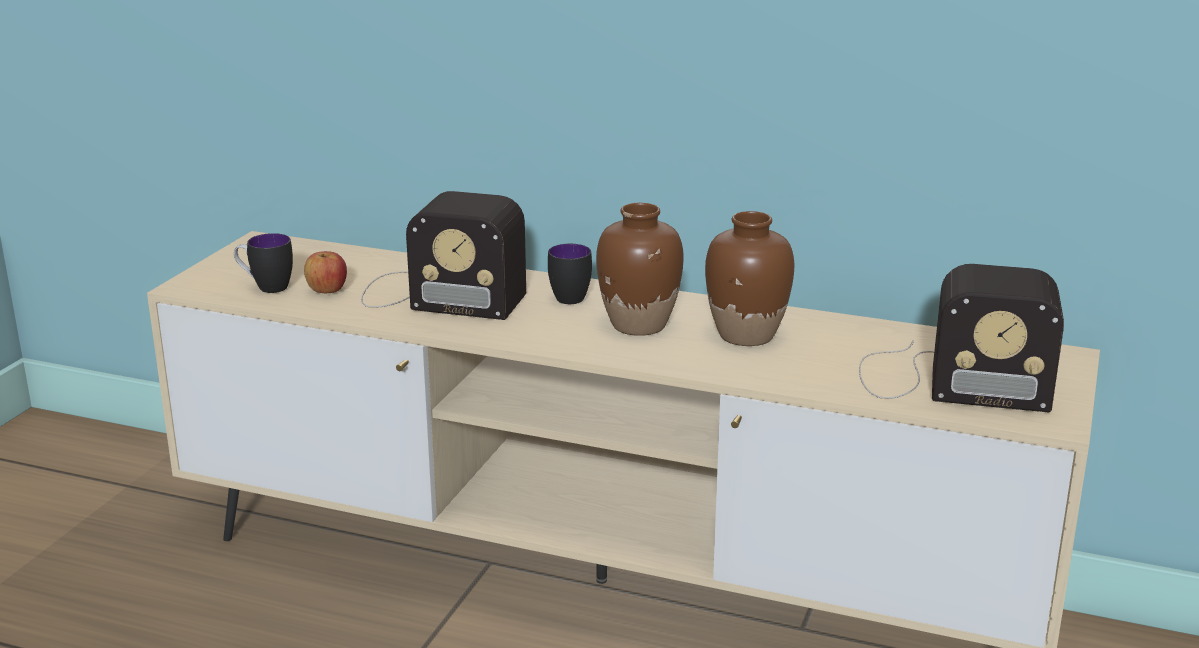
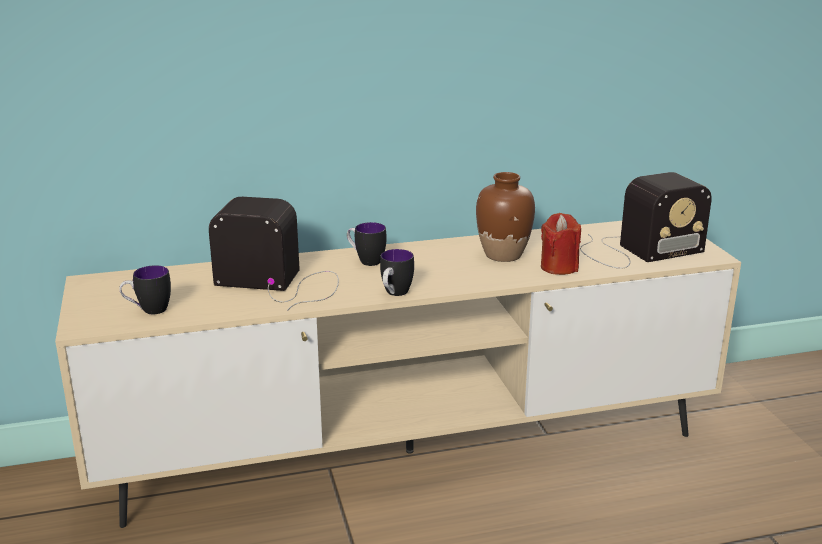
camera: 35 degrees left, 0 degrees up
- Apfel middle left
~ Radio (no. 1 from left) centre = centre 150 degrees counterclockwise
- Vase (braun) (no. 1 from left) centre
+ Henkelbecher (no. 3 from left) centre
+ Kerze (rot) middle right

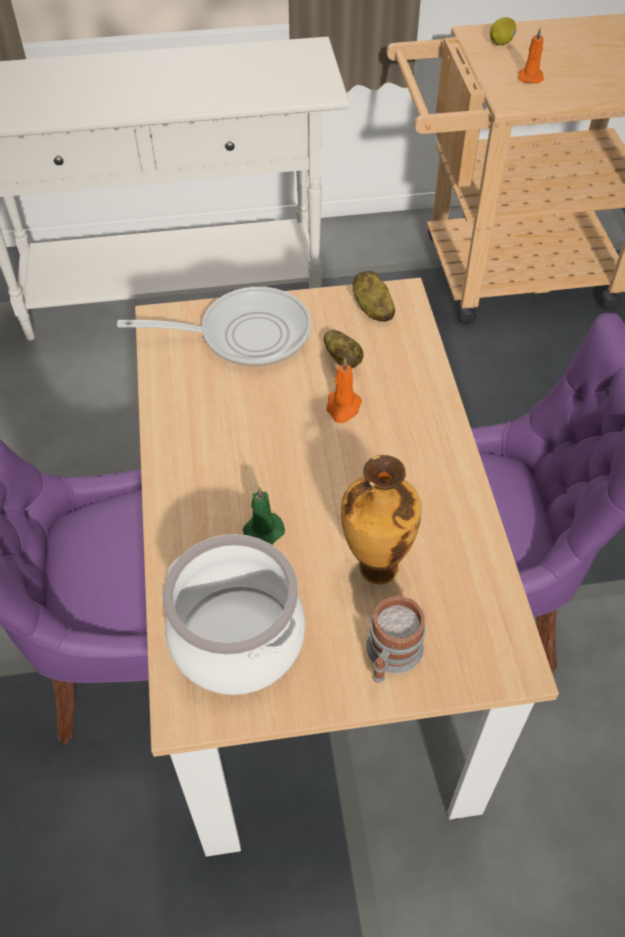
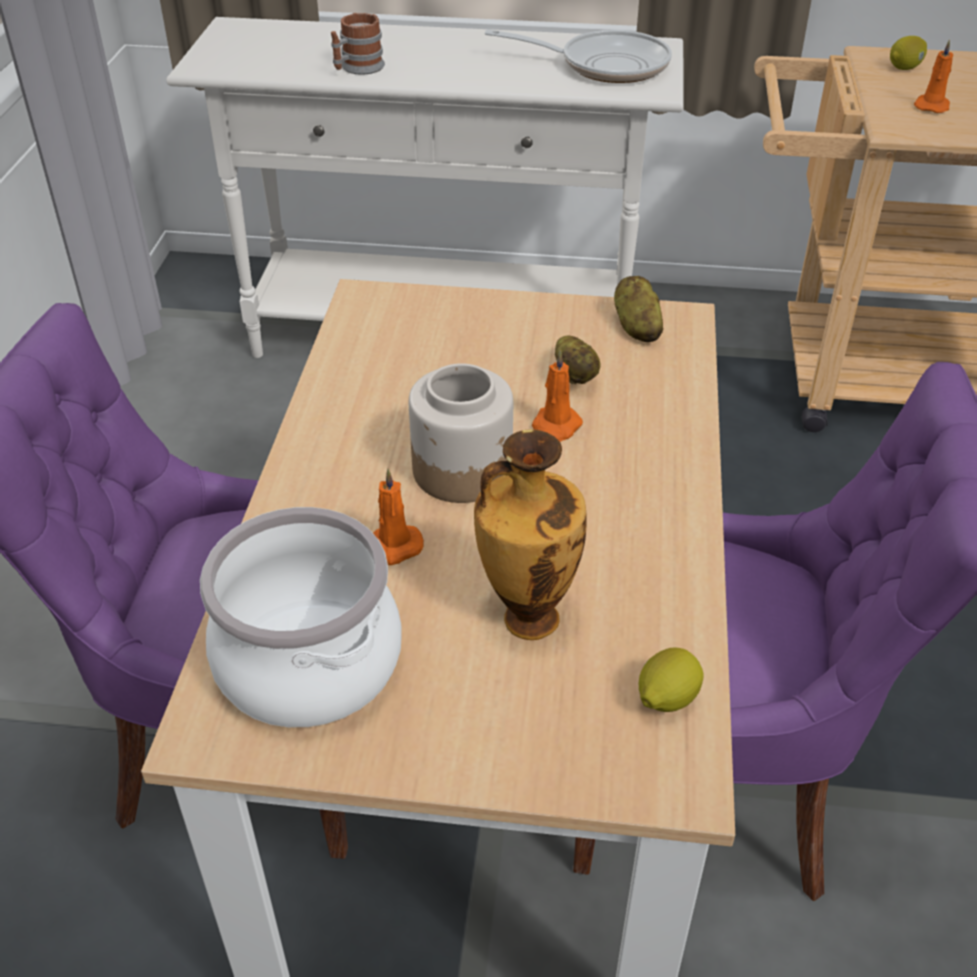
camera: 15 degrees right, 10 degrees down
~ Pfanne centre to top centre
~ Kerze (grün) centre to Kerze (orange) (no. 1 from left) centre
~ Henkelbecher bottom centre to top centre
+ Vorratsglas centre
+ Zitrone (no. 1 from left) bottom right

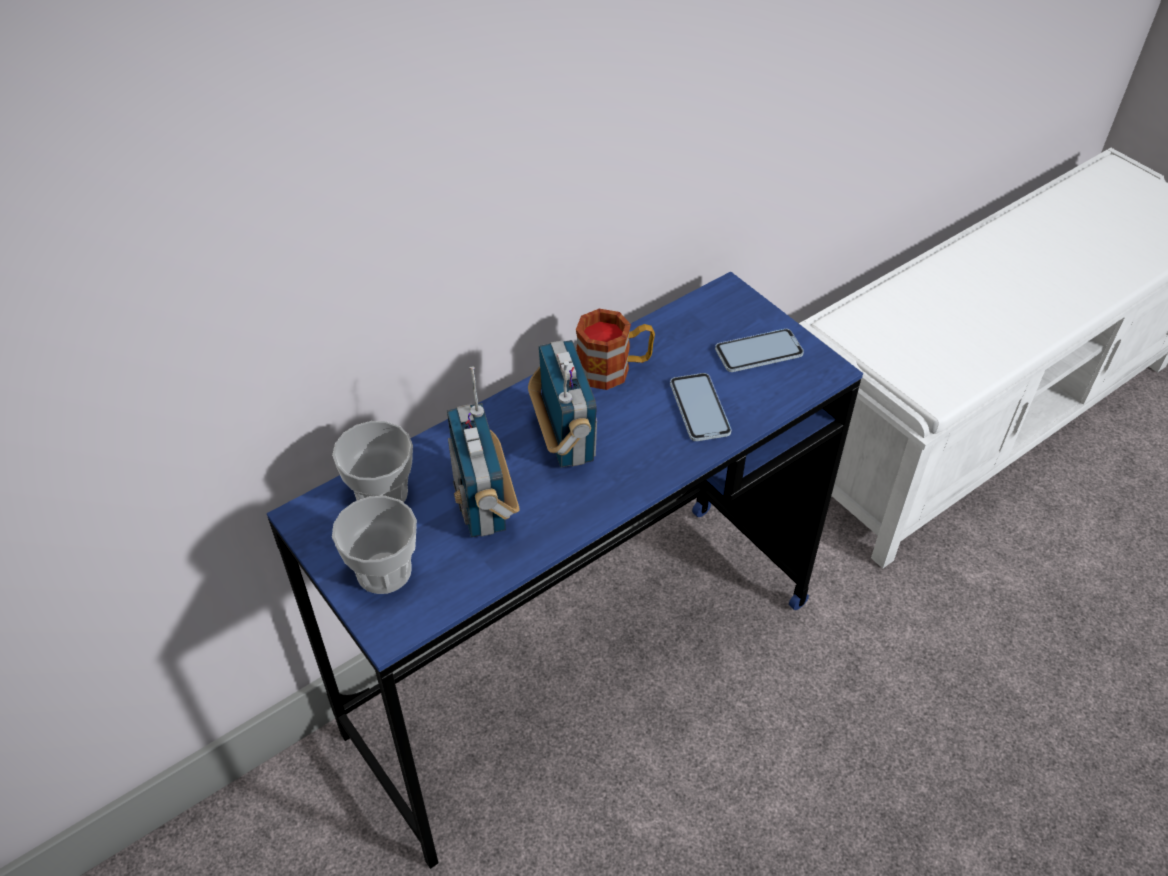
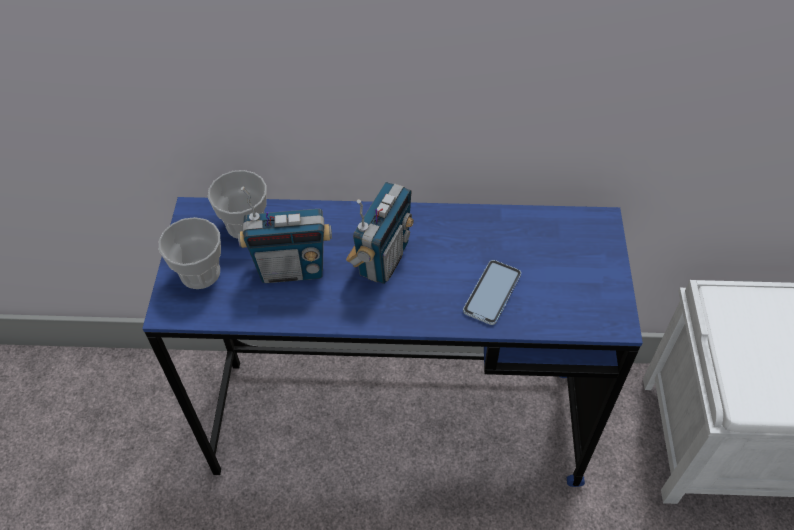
camera: 40 degrees right, 5 degrees up
~ Radio (no. 1 from left) centre = centre 120 degrees counterclockwise
- Henkelbecher centre
- Handy (no. 2 from left) centre

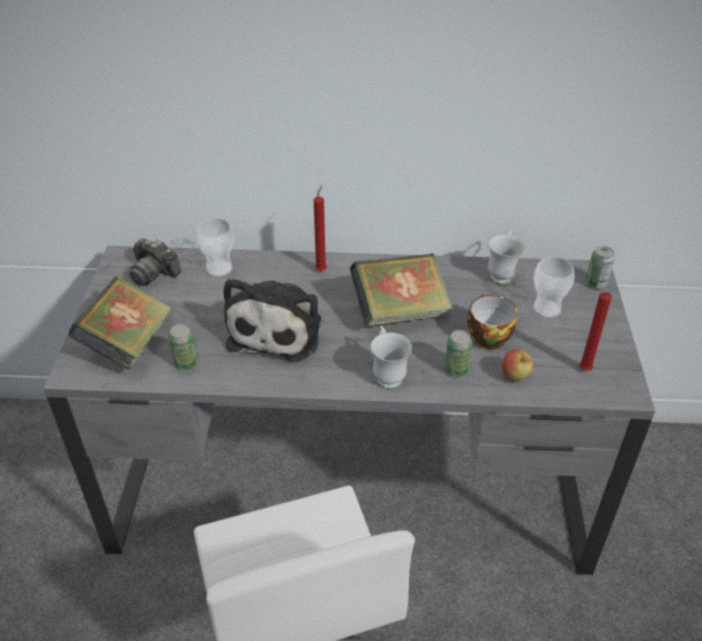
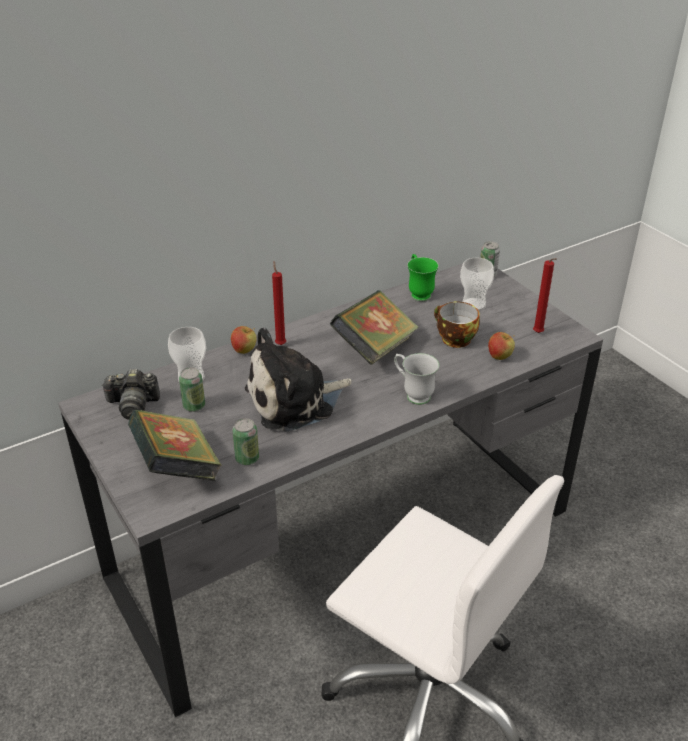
camera: 35 degrees left, 5 degrees down
~ Plüschtier centre = centre 90 degrees clockwise
~ Dose (no. 2 from left in the first image) centre to Dose (no. 1 from left) middle left
~ Henkelbecher (weiß) (no. 2 from left) middle right to Henkelbecher (grün) centre
+ Apfel (no. 1 from left) centre

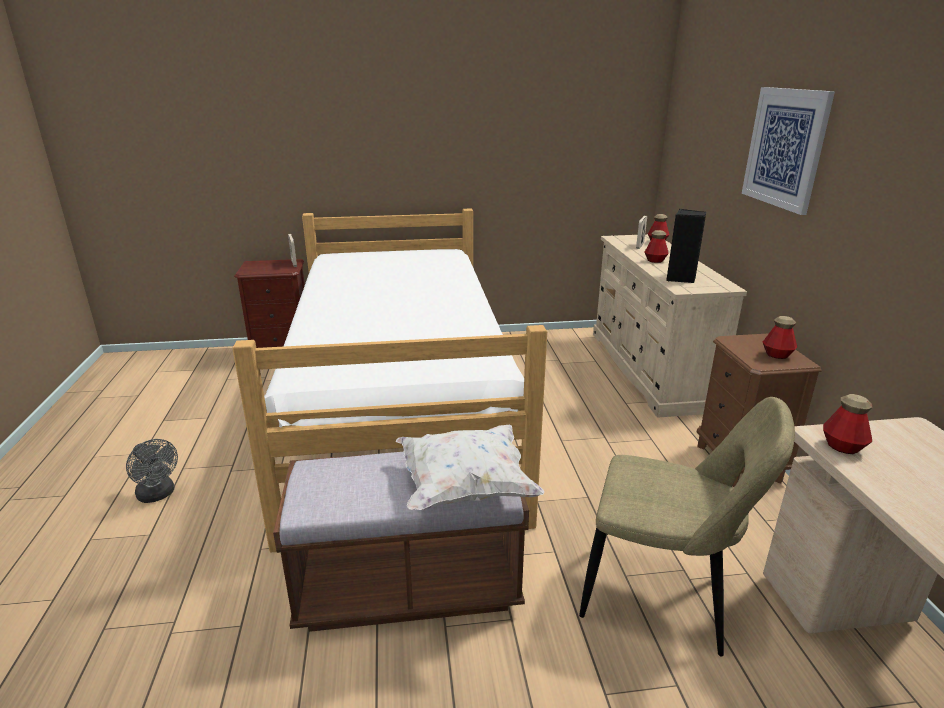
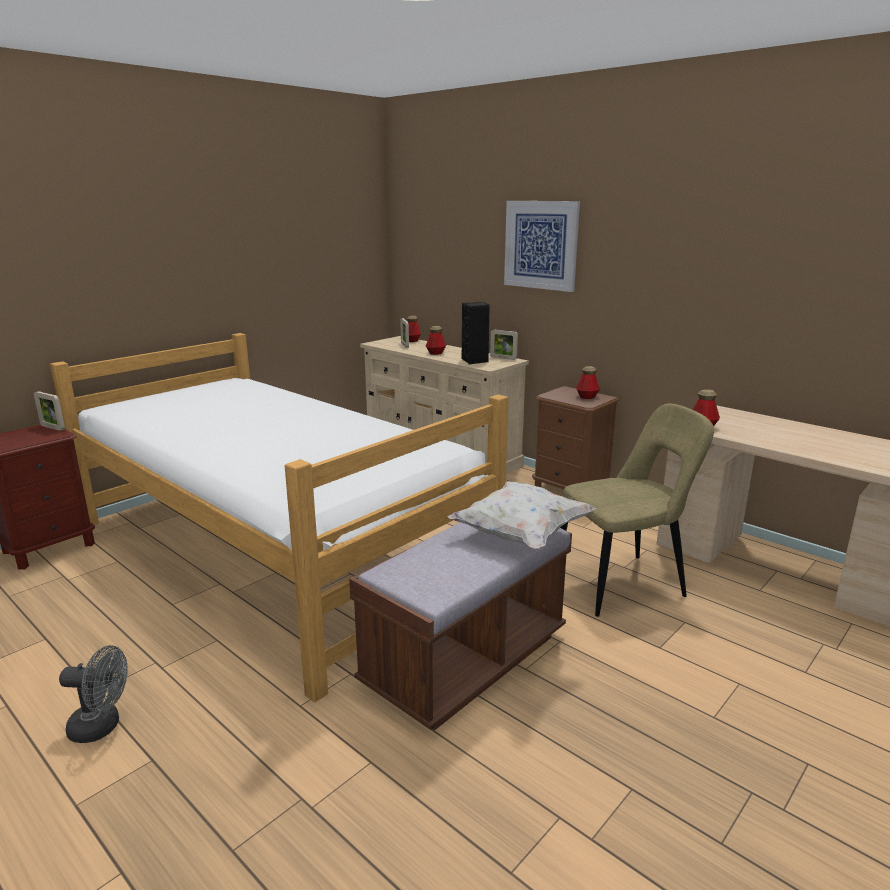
camera: 40 degrees left, 5 degrees down
+ Bilderrahmen (no. 3 from left) centre

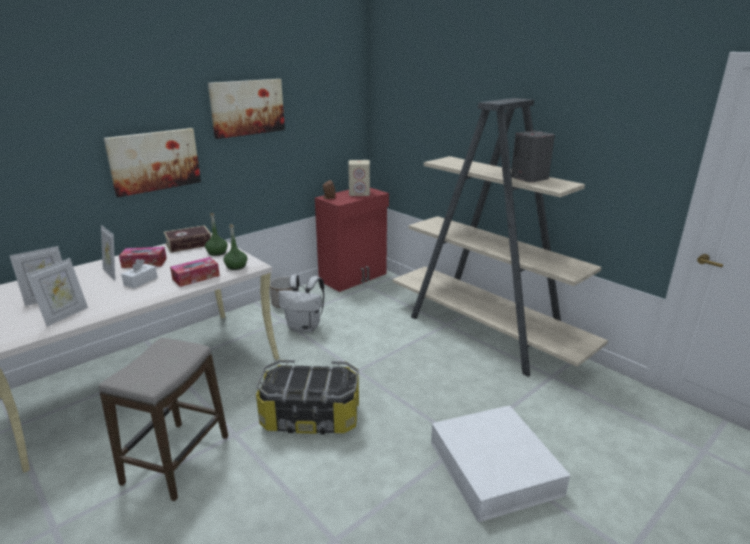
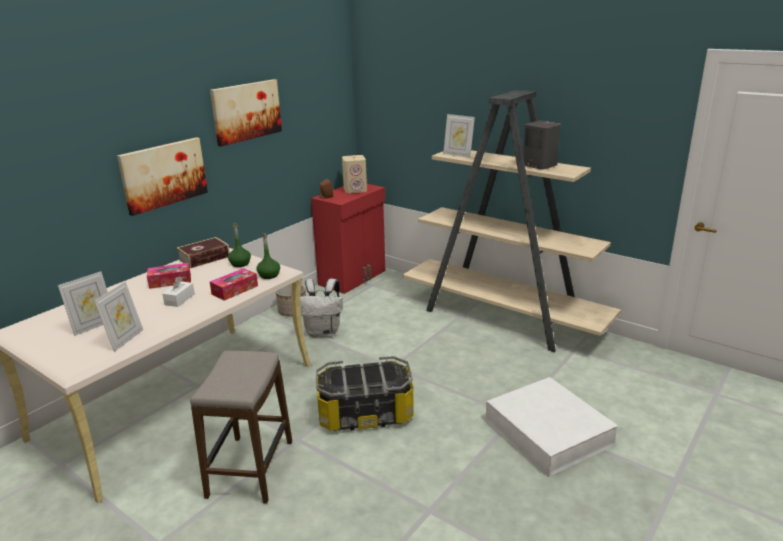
camera: 10 degrees left, 0 degrees up
~ Bilderrahmen (no. 3 from left) middle left to top centre

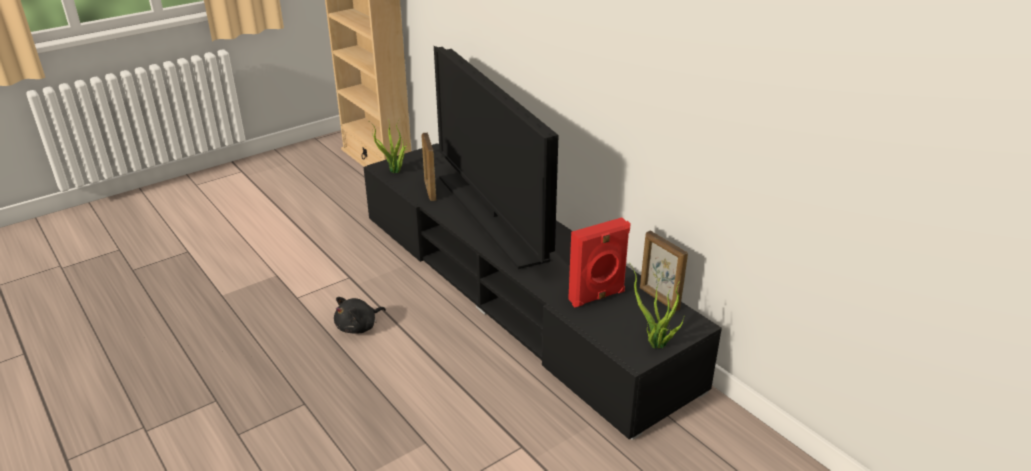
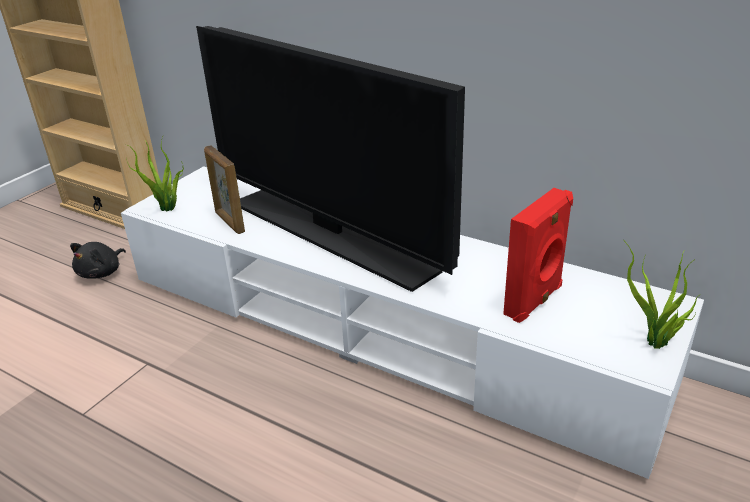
camera: 20 degrees left, 0 degrees up
~ Plüschtier (schwarz) bottom centre to middle left
~ Fernsehschrank (schwarz) centre to Fernsehschrank (weiß) centre
- Bilderrahmen (no. 2 from left) centre

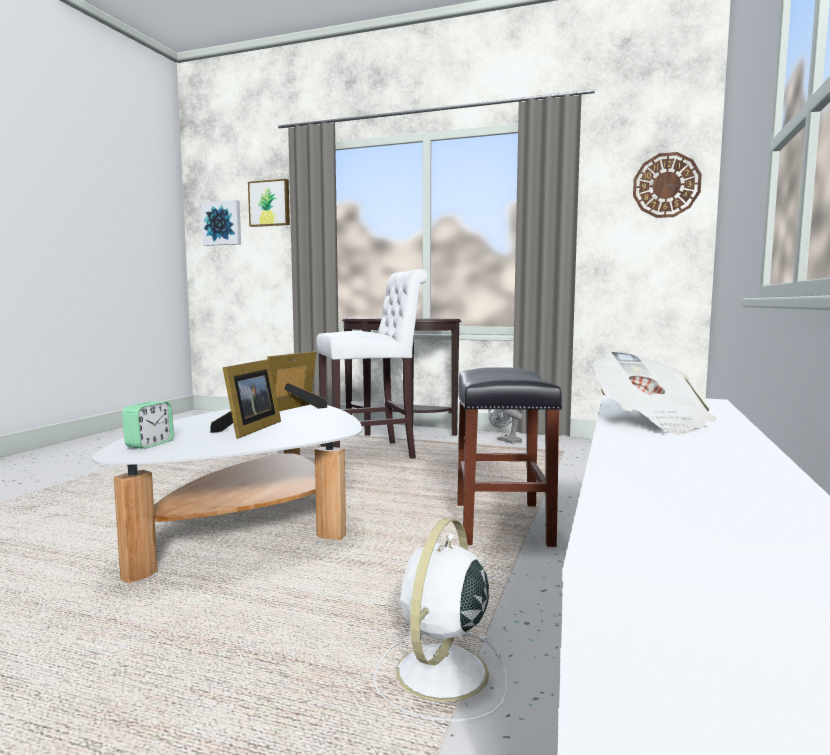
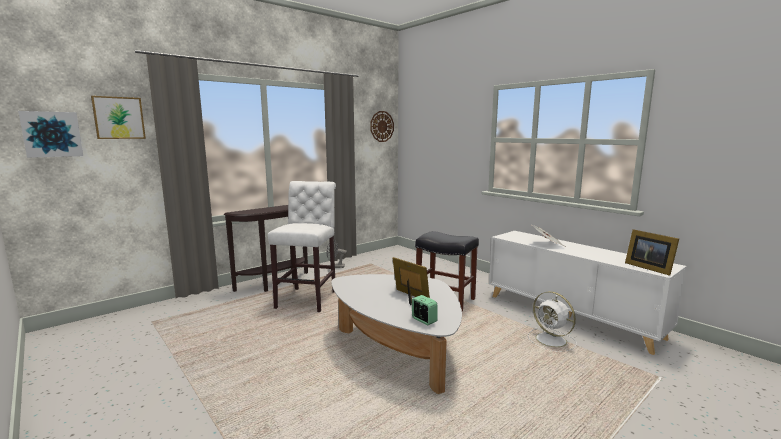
camera: 60 degrees left, 5 degrees up
~ Bilderrahmen (no. 2 from left) centre to middle right

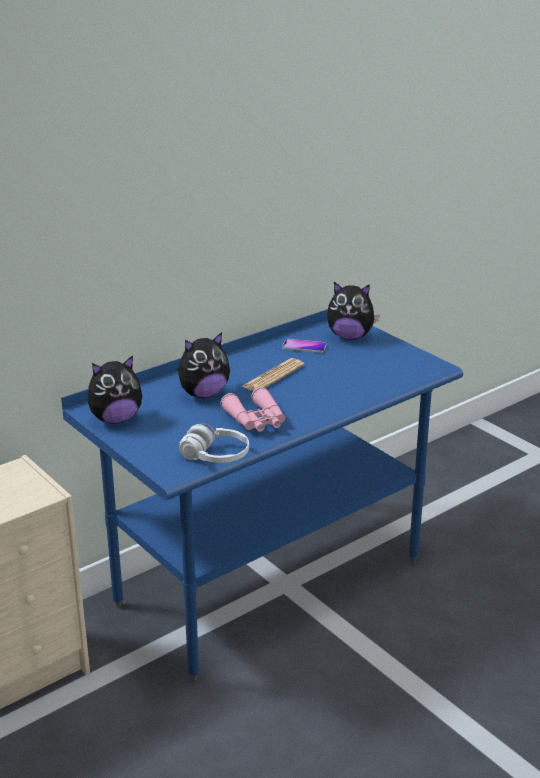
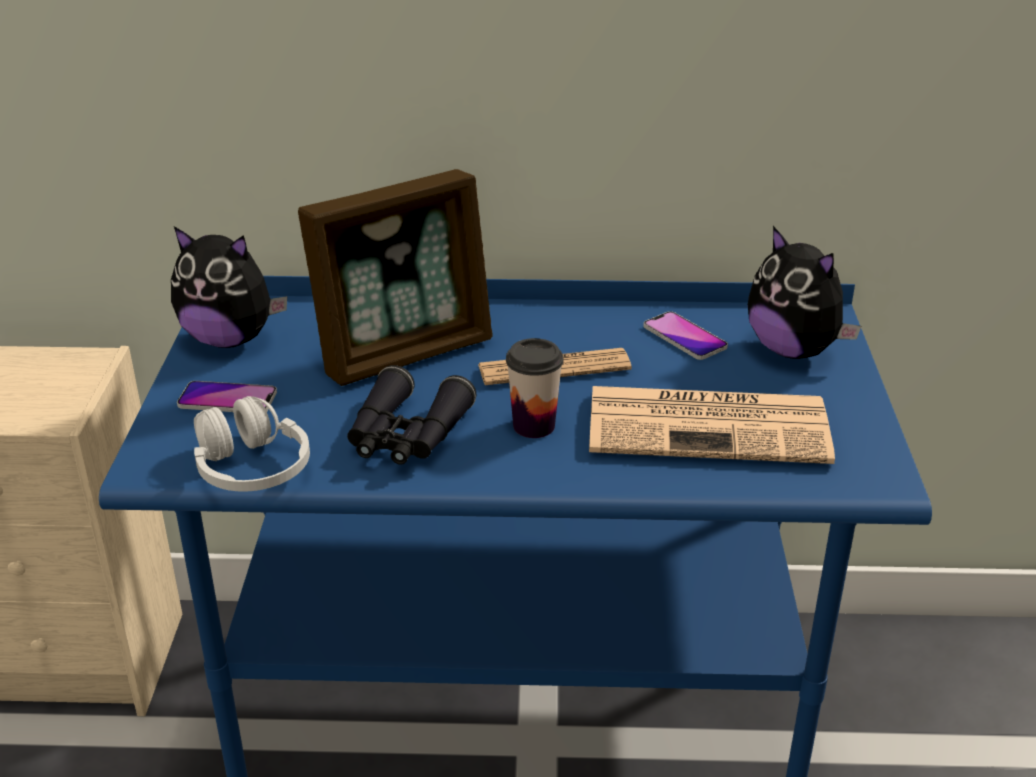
camera: 40 degrees right, 5 degrees up
~ Plüschtier (no. 2 from left) centre to Bilderrahmen centre
~ Fernglas (rosa) centre to Fernglas (schwarz) centre
+ Handy (no. 1 from left) middle left
+ Tasse centre
+ Zeitung (no. 2 from left) middle right

